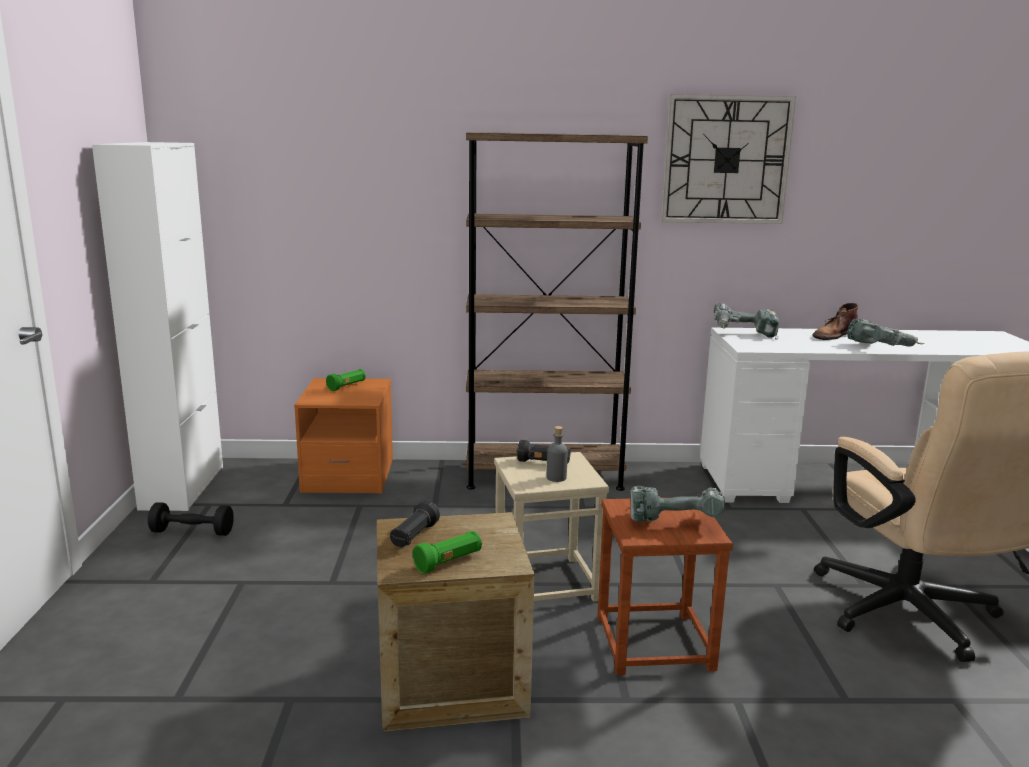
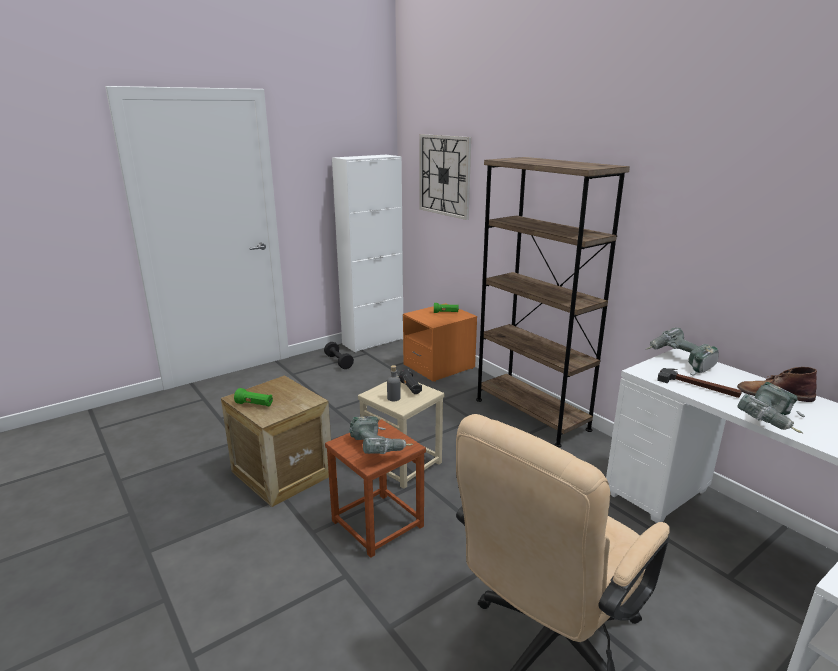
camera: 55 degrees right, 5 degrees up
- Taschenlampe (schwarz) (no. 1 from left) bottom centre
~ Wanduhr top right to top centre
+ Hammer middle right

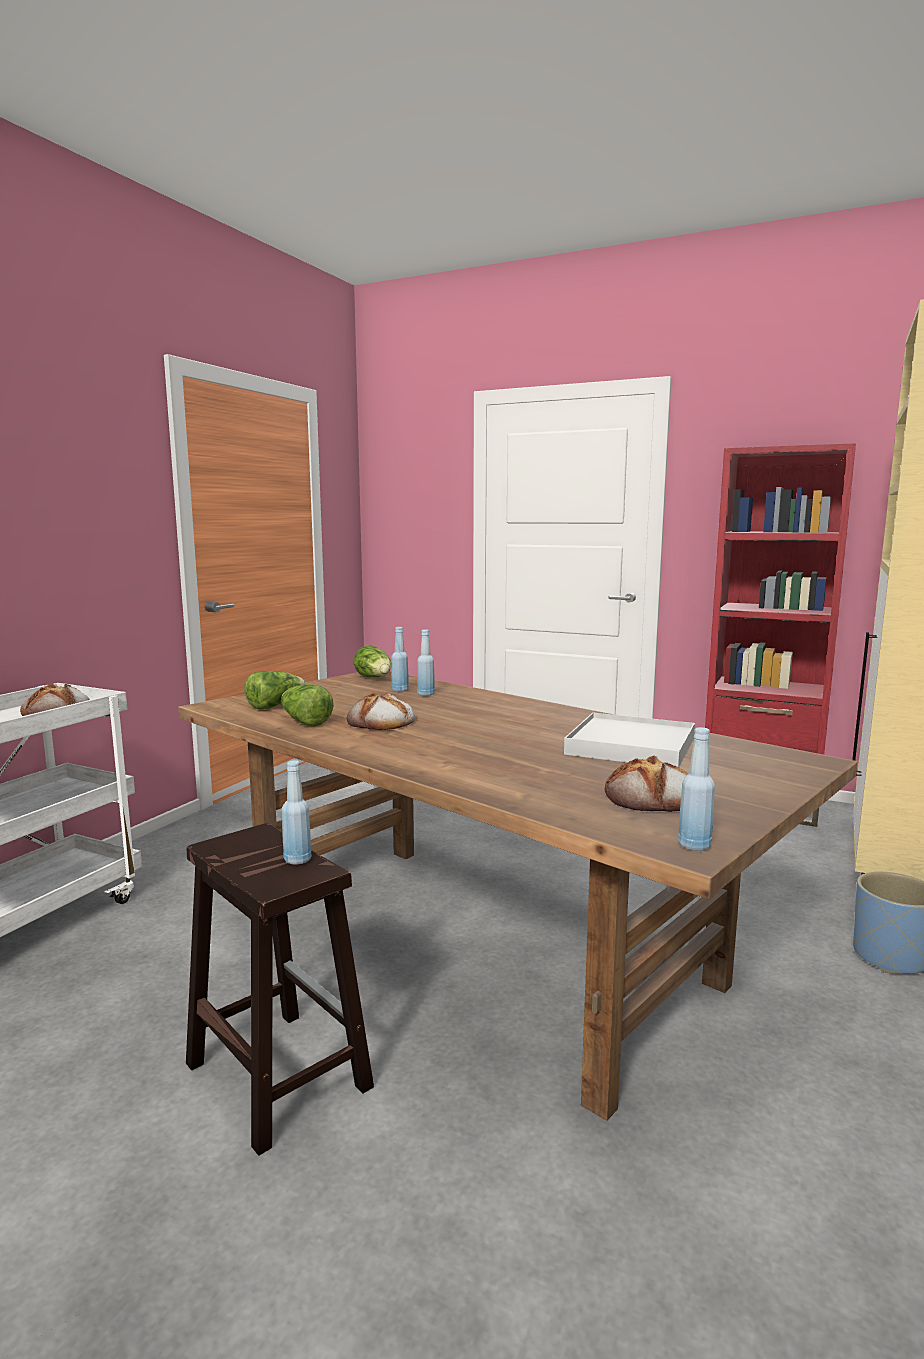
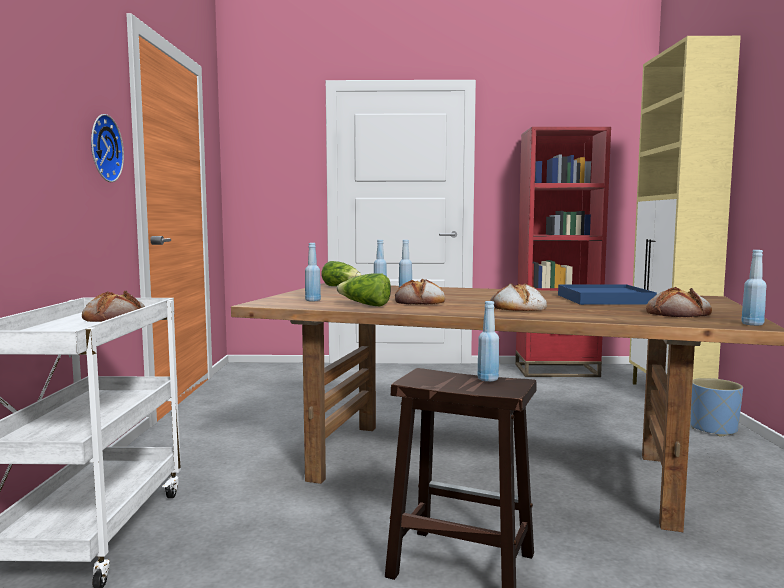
camera: 25 degrees left, 5 degrees down
~ Salatkopf (no. 1 from left) middle left to Flasche (blau) (no. 1 from left) centre
~ Tablett (weiß) middle right to Tablett (blau) middle right
+ Wanduhr top left
+ Brot (no. 3 from left) centre

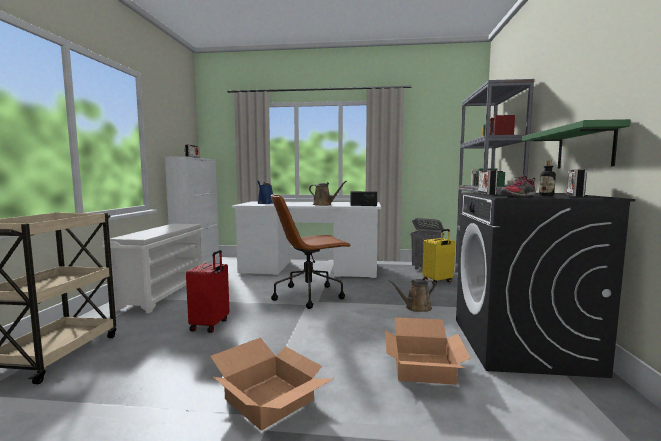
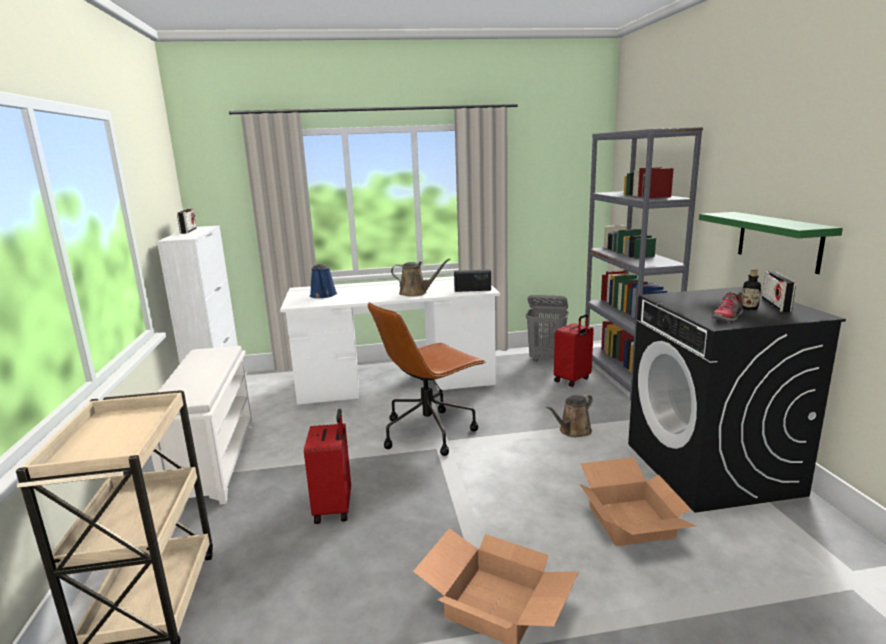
camera: 15 degrees left, 10 degrees up
~ Koffer (gelb) centre to Koffer (rot) (no. 2 from left) centre
- Radio (no. 3 from left) middle right

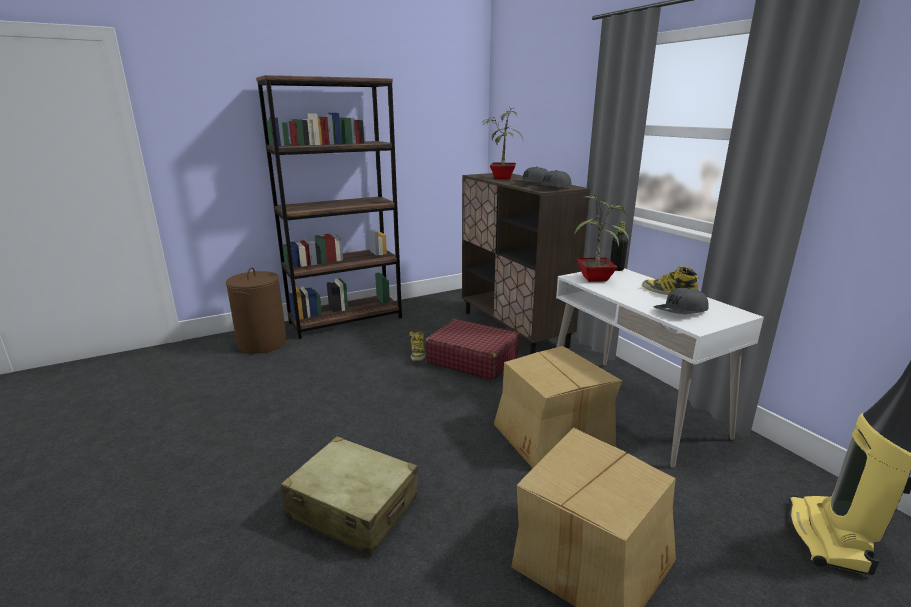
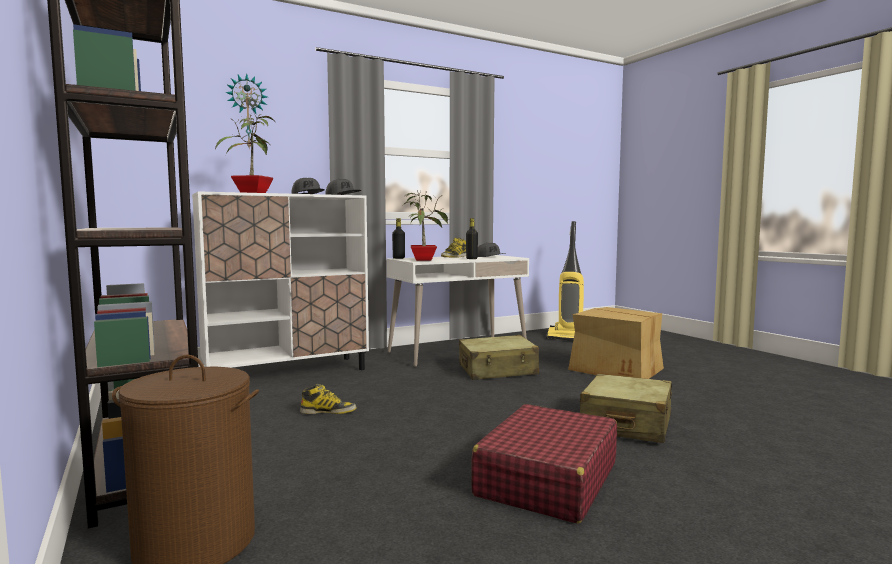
camera: 90 degrees left, 15 degrees down
~ Koffer (rot) centre to bottom centre
~ Schrank (braun) centre to Schrank (weiß) middle left
~ Karton (no. 1 from left) bottom centre to Koffer (beige) (no. 1 from left) centre
+ Wanduhr top left
+ Flasche (schwarz) (no. 2 from left) centre

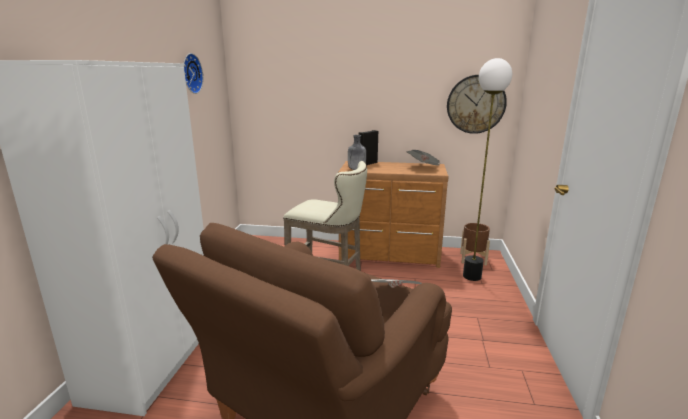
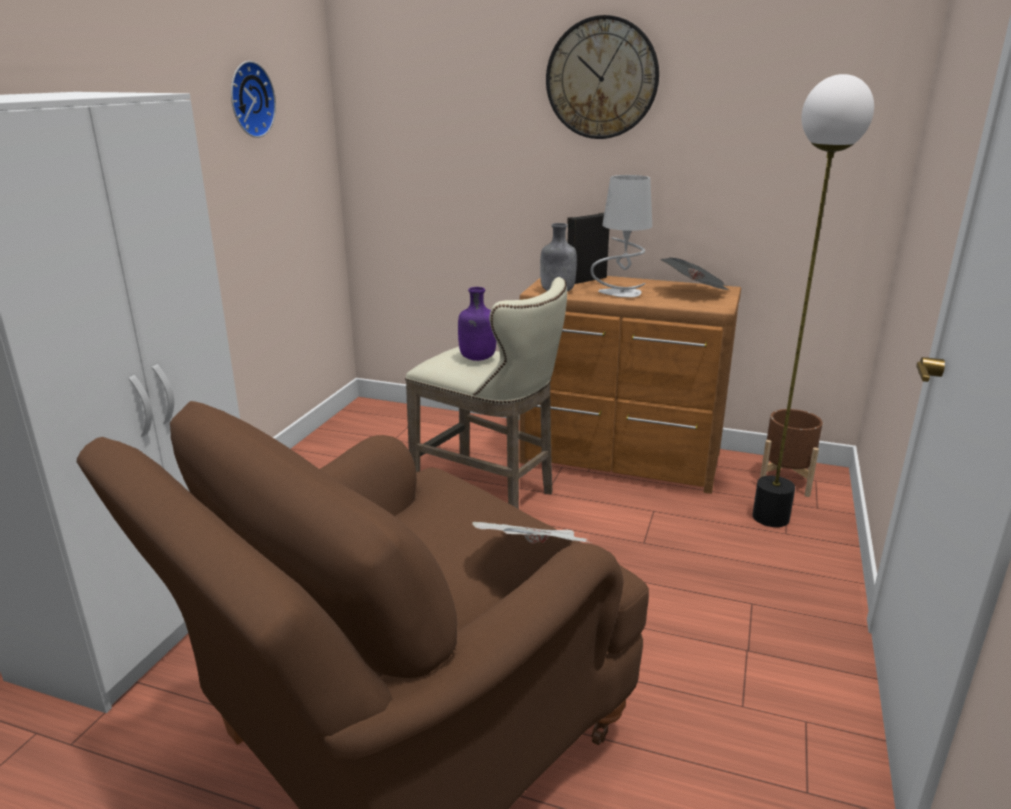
camera: 10 degrees right, 5 degrees up
~ Wanduhr (no. 2 from left) top right to top centre
+ Flasche (lila) centre
+ Tischlampe (grau) top centre

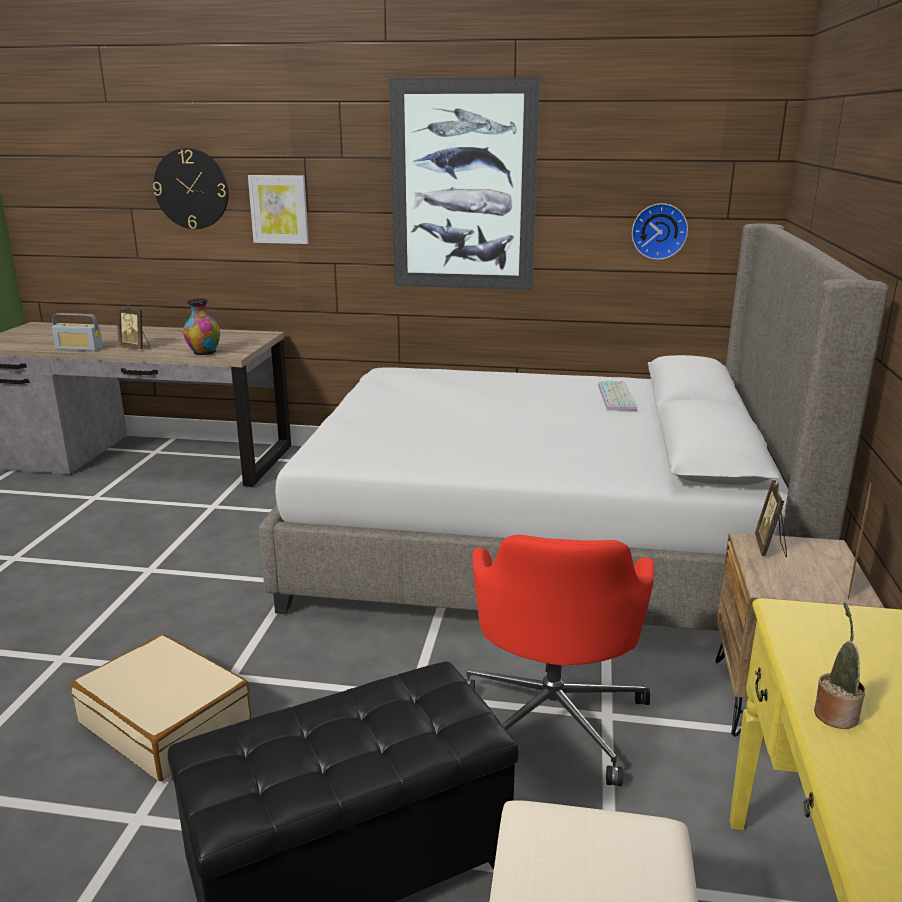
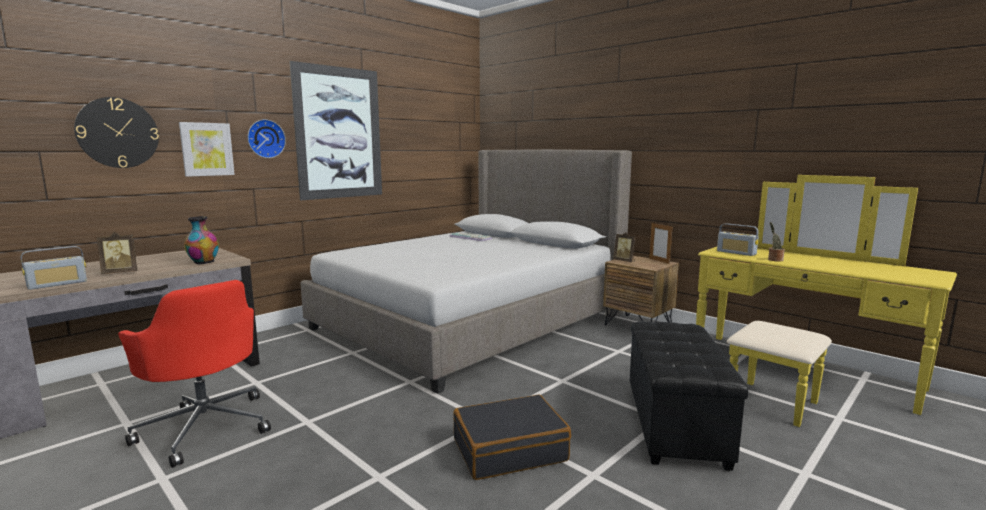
camera: 55 degrees left, 10 degrees down
~ Koffer (beige) bottom left to Koffer (schwarz) bottom centre
~ Bürostuhl (rot) bottom centre to bottom left
~ Wanduhr (no. 2 from left) top right to top left
+ Radio (no. 2 from left) middle right

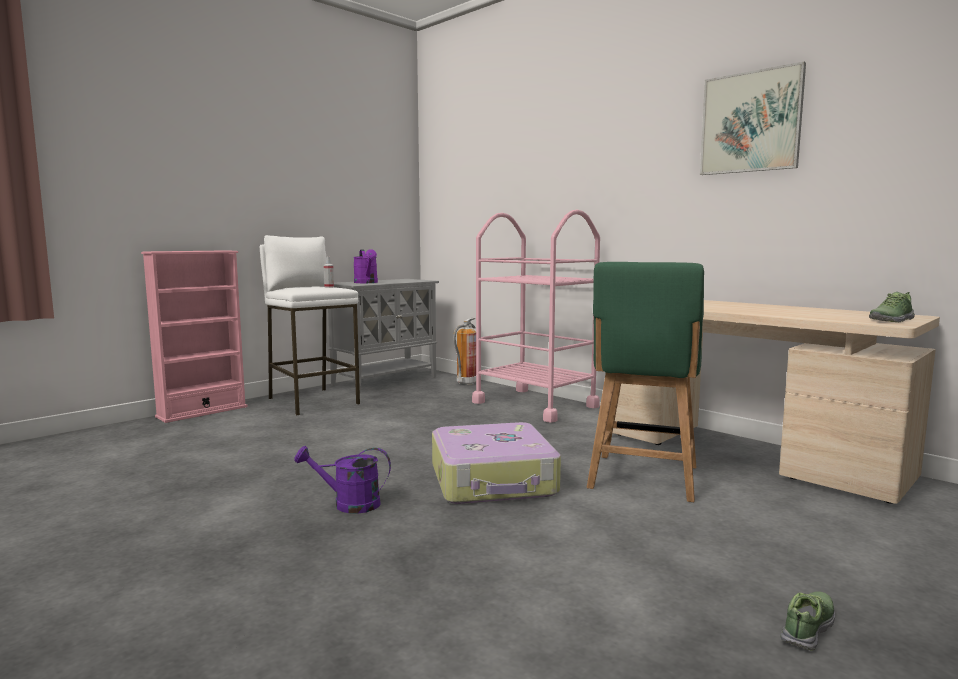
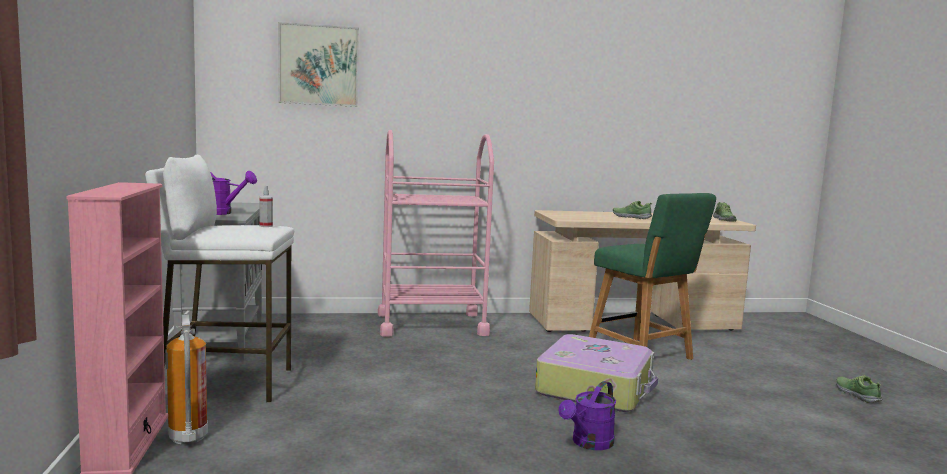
camera: 55 degrees left, 0 degrees up
~ Feuerlöscher centre to bottom left
~ Bild top right to top centre
+ Schuh (no. 1 from left) middle right

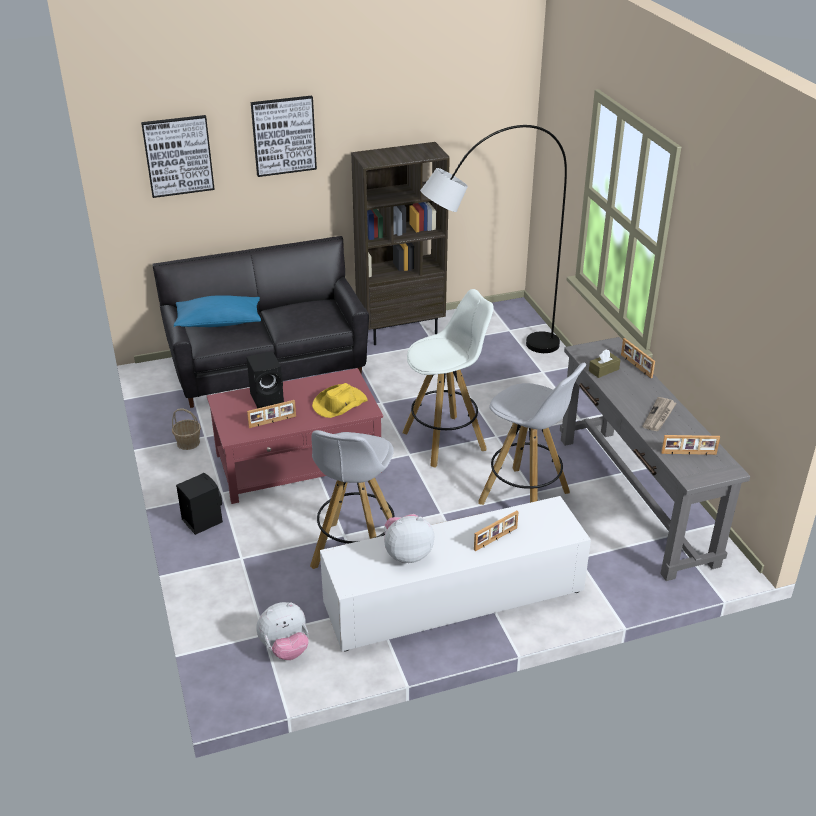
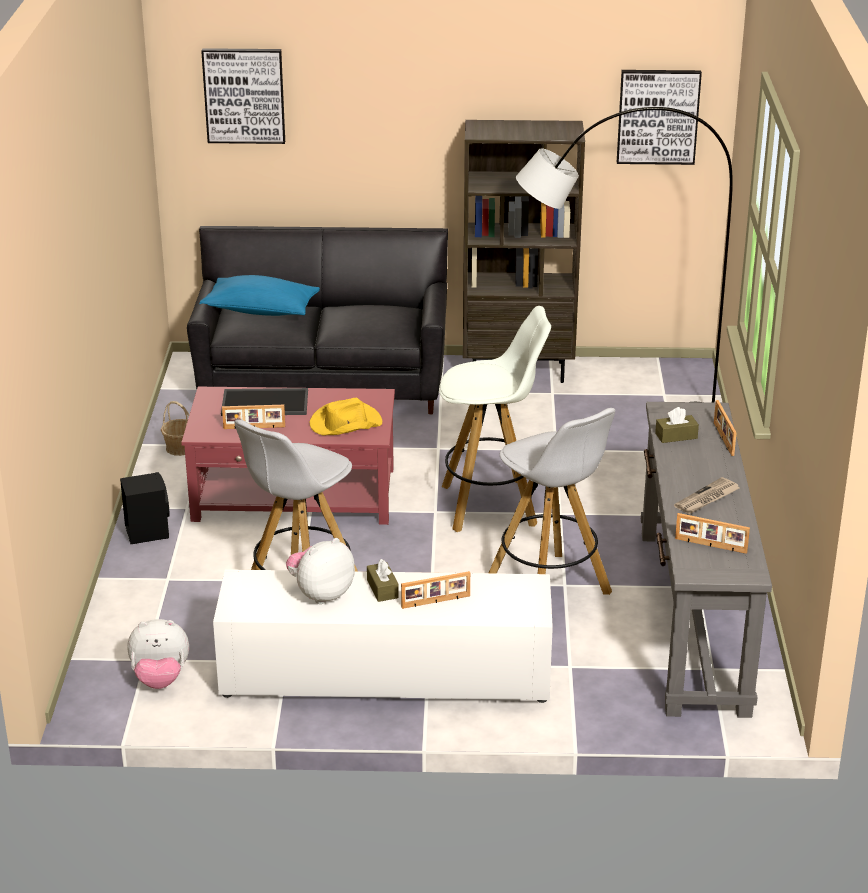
camera: 20 degrees right, 5 degrees down
~ Lautsprecher (schwarz) (no. 2 from left) middle left to Tablett middle left
~ Bild (no. 2 from left) top centre to top right
~ Plüschtier (no. 2 from left) centre = centre 45 degrees counterclockwise
+ Taschentuchbox (braun) (no. 1 from left) centre

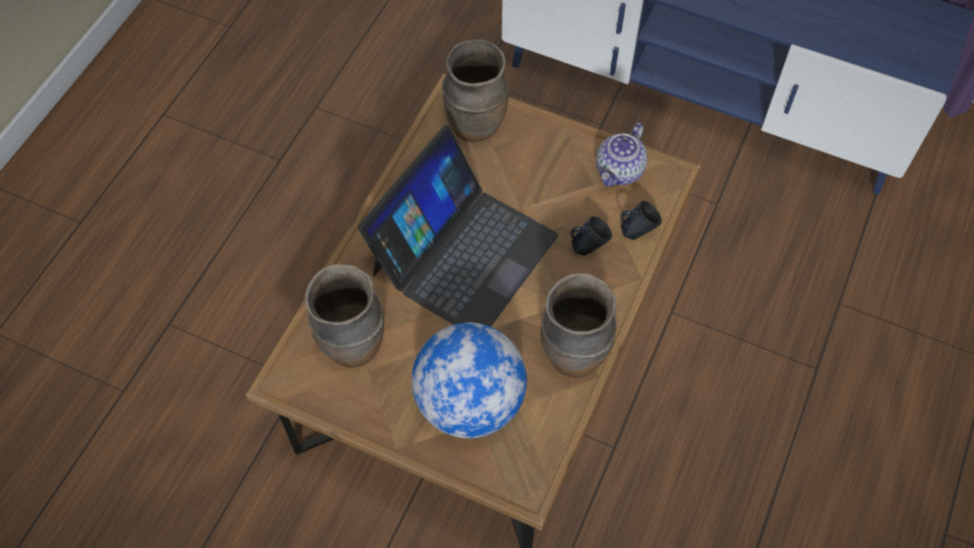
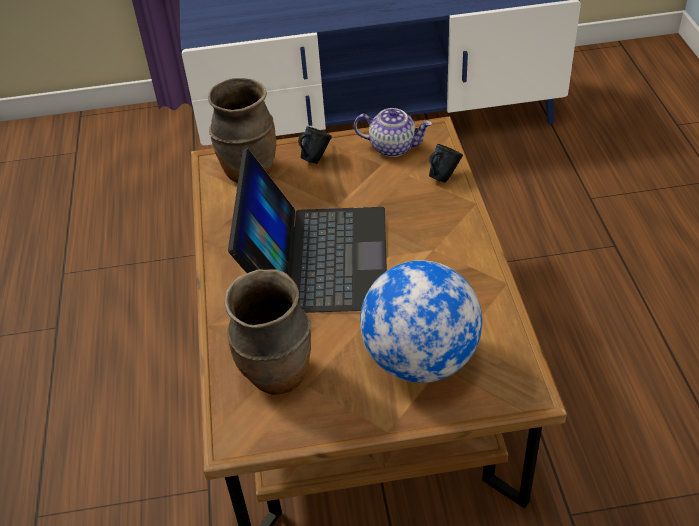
camera: 30 degrees left, 15 degrees down
- Vase (braun) (no. 3 from left) centre
~ Henkelbecher (blau) (no. 1 from left) centre to top centre
~ Teekanne top centre = top centre 75 degrees counterclockwise

